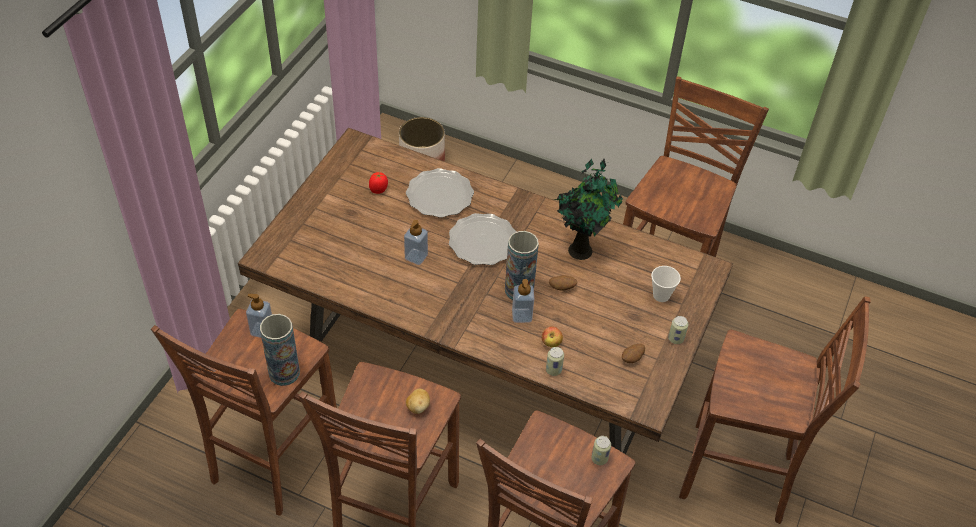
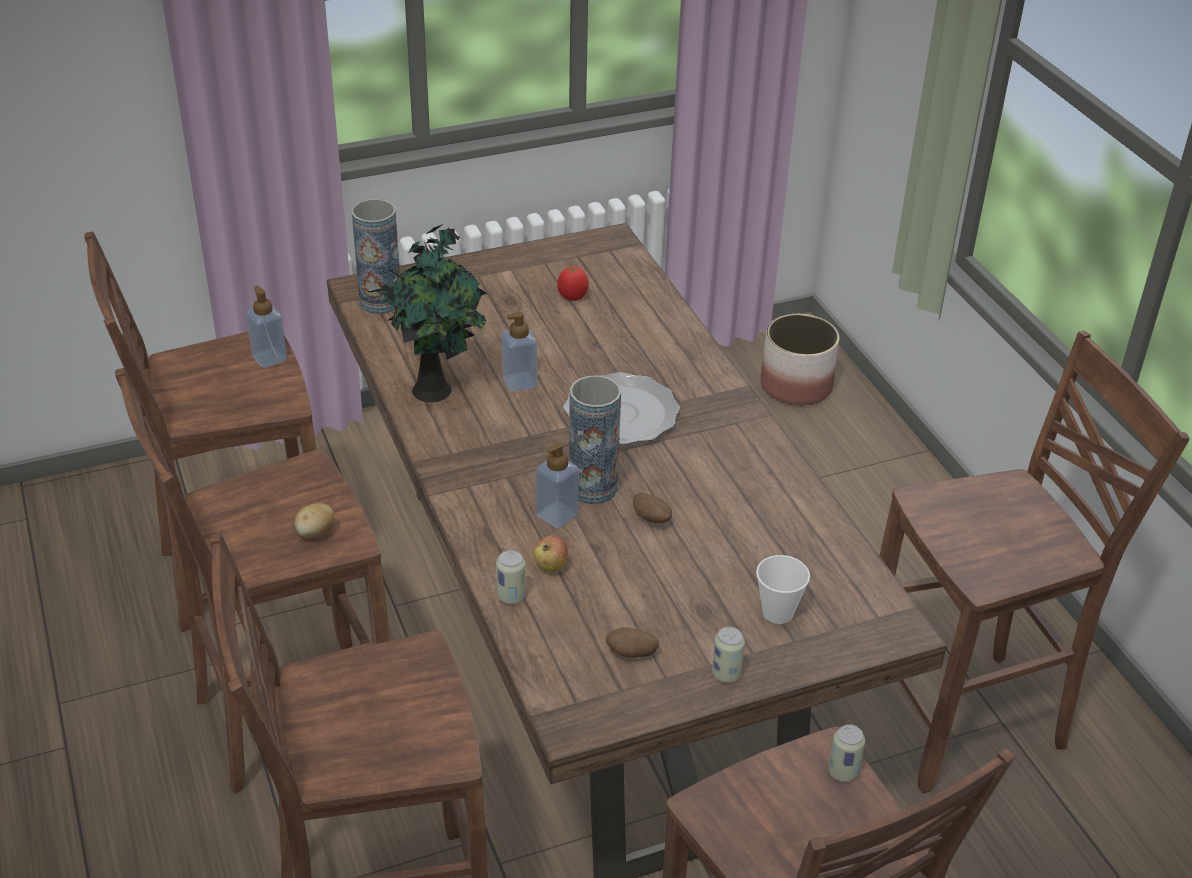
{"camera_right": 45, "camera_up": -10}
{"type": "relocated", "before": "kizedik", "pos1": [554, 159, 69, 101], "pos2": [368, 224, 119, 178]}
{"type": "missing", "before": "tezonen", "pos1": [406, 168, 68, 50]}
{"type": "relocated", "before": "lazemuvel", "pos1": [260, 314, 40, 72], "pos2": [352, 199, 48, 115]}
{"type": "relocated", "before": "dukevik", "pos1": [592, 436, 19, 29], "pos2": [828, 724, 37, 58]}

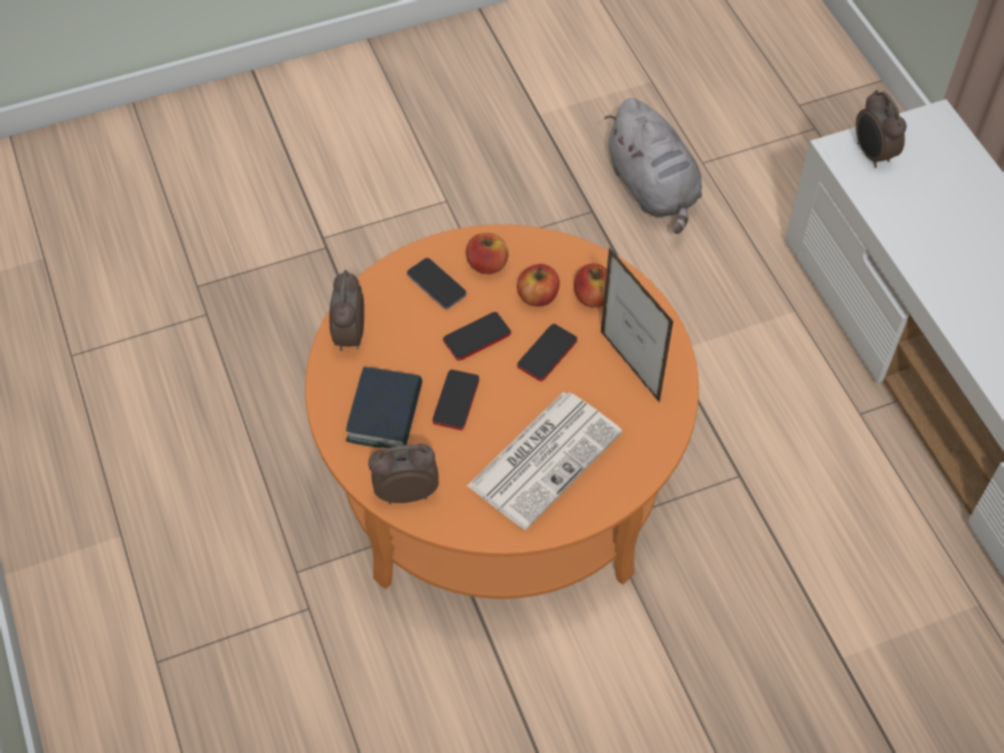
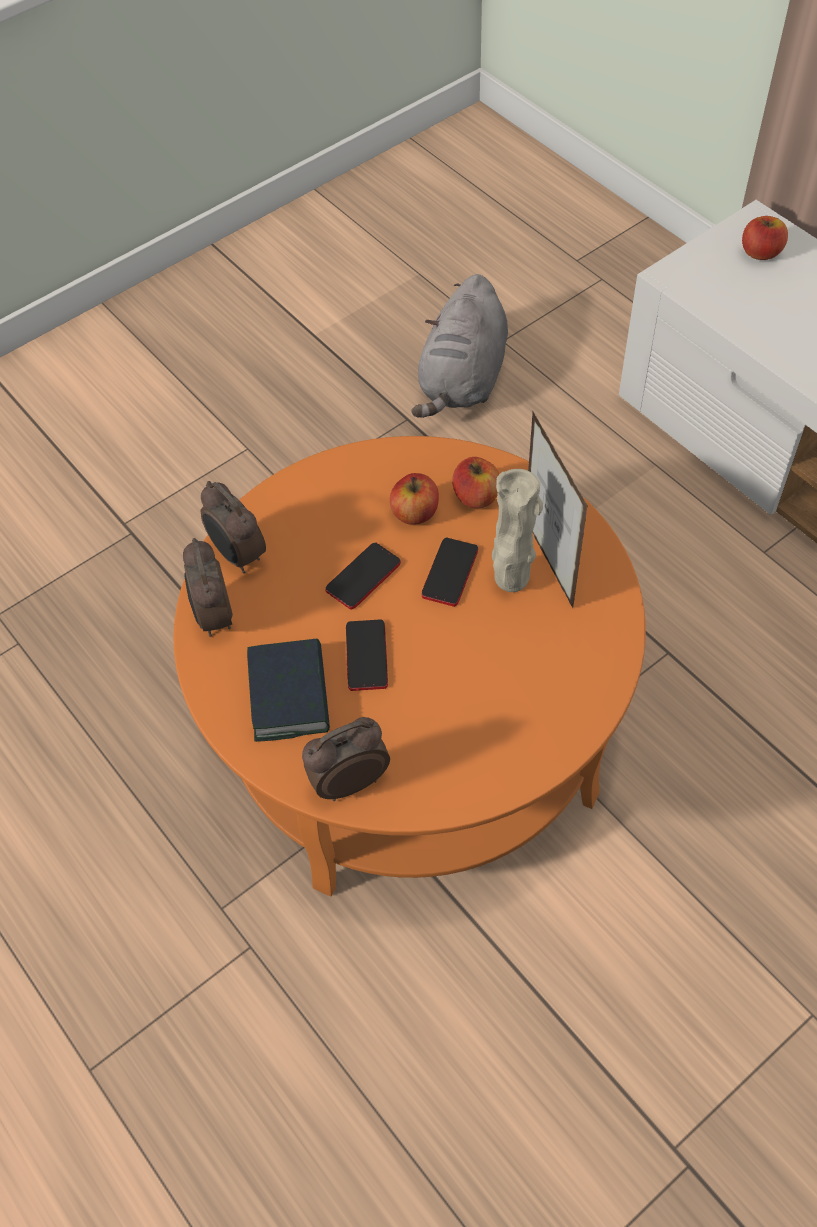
{"camera_right": -15, "camera_up": 0}
{"type": "relocated", "before": "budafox", "pos1": [856, 90, 50, 78], "pos2": [201, 481, 65, 92]}
{"type": "spun", "before": "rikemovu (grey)", "pos1": [604, 98, 98, 136], "pos2": [411, 274, 97, 144], "turn": 60}
{"type": "relocated", "before": "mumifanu", "pos1": [466, 233, 42, 41], "pos2": [742, 216, 46, 44]}
{"type": "spun", "before": "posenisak", "pos1": [601, 247, 73, 156], "pos2": [528, 410, 60, 198], "turn": -150}
{"type": "missing", "before": "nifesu", "pos1": [407, 258, 60, 51]}
{"type": "missing", "before": "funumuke", "pos1": [467, 392, 155, 138]}
{"type": "appeared", "after": "lazemuvel (beige)", "pos2": [492, 469, 51, 123]}

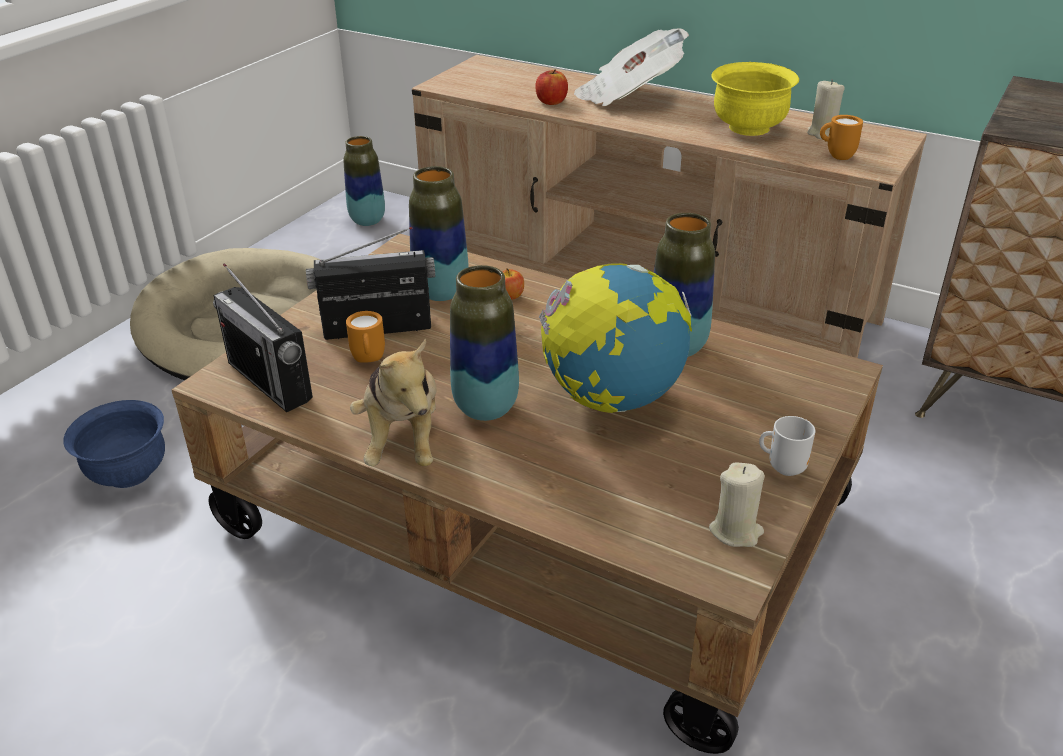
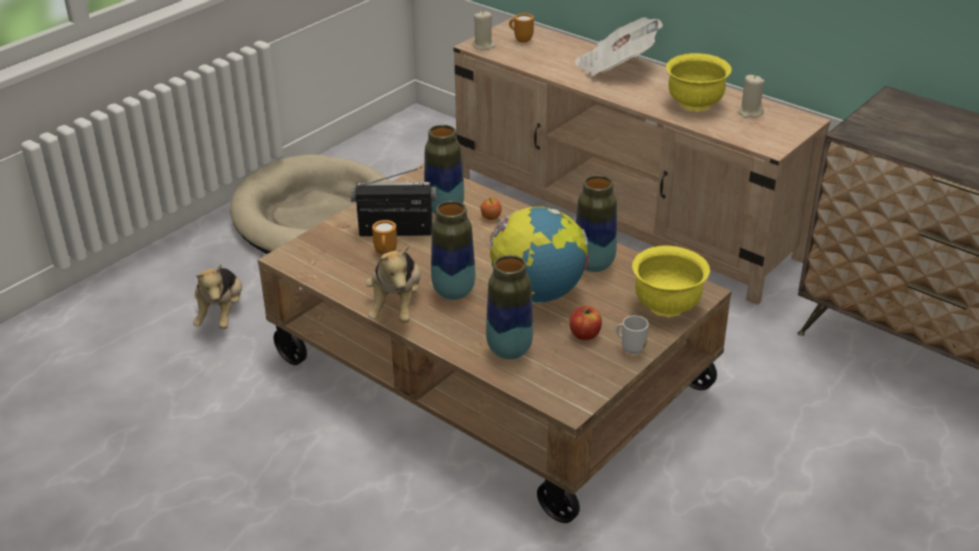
{"camera_right": 10, "camera_up": 0}
{"type": "relocated", "before": "mumifanu", "pos1": [535, 70, 33, 35], "pos2": [570, 306, 32, 34]}
{"type": "relocated", "before": "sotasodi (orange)", "pos1": [820, 115, 43, 45], "pos2": [509, 13, 25, 30]}
{"type": "relocated", "before": "lazemuvel", "pos1": [344, 136, 41, 90], "pos2": [486, 255, 47, 104]}
{"type": "missing", "before": "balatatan", "pos1": [213, 263, 100, 149]}
{"type": "exchanged", "before": "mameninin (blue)", "after": "rikemovu", "pos1": [63, 400, 102, 88], "pos2": [193, 264, 49, 65]}
{"type": "relocated", "before": "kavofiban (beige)", "pos1": [709, 463, 56, 84], "pos2": [472, 11, 24, 39]}
{"type": "appeared", "after": "mameninin (yellow)", "pos2": [632, 246, 78, 71]}

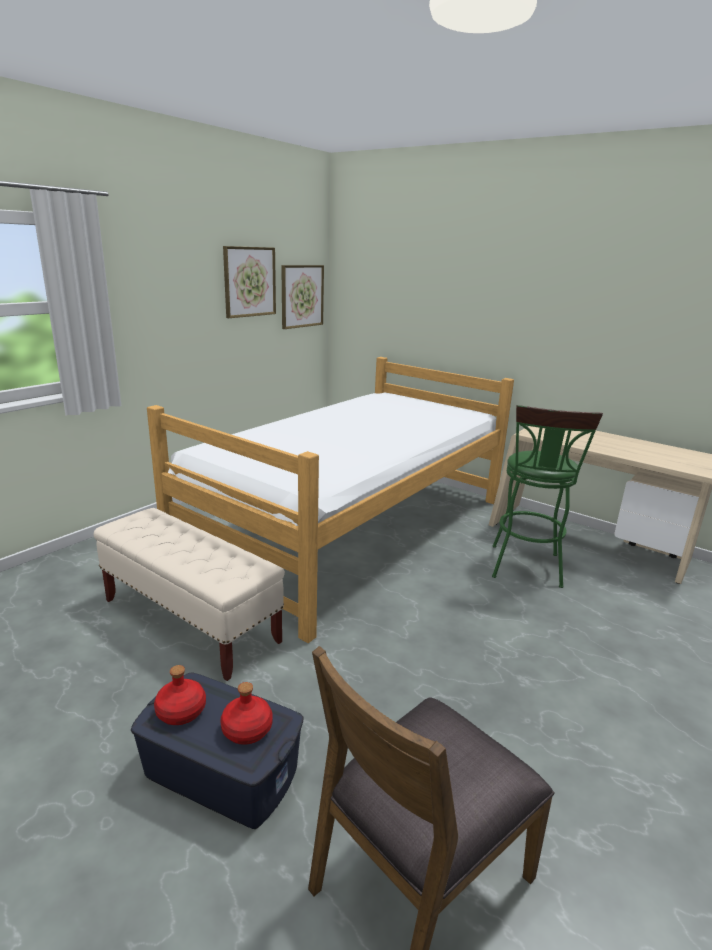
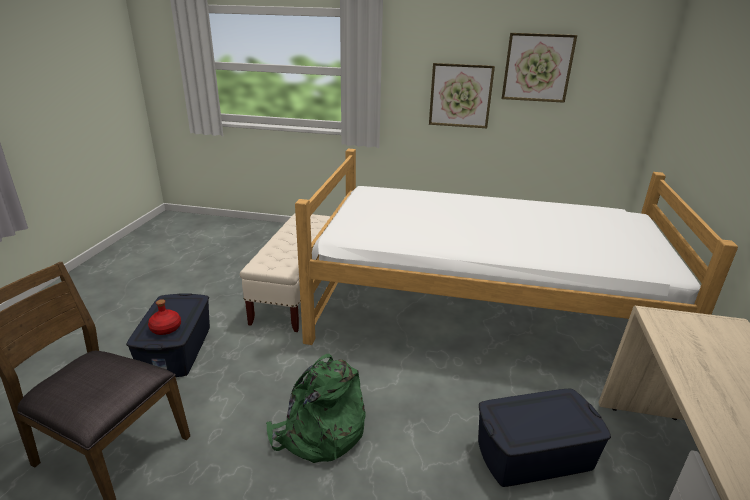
{"camera_right": 65, "camera_up": 5}
{"type": "relocated", "before": "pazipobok", "pos1": [281, 265, 43, 64], "pos2": [429, 63, 66, 65]}
{"type": "exchanged", "before": "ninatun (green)", "after": "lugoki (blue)", "pos1": [492, 405, 111, 183], "pos2": [478, 388, 133, 99]}
{"type": "missing", "before": "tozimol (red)", "pos1": [154, 665, 52, 60]}
{"type": "appeared", "after": "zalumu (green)", "pos2": [266, 354, 99, 109]}

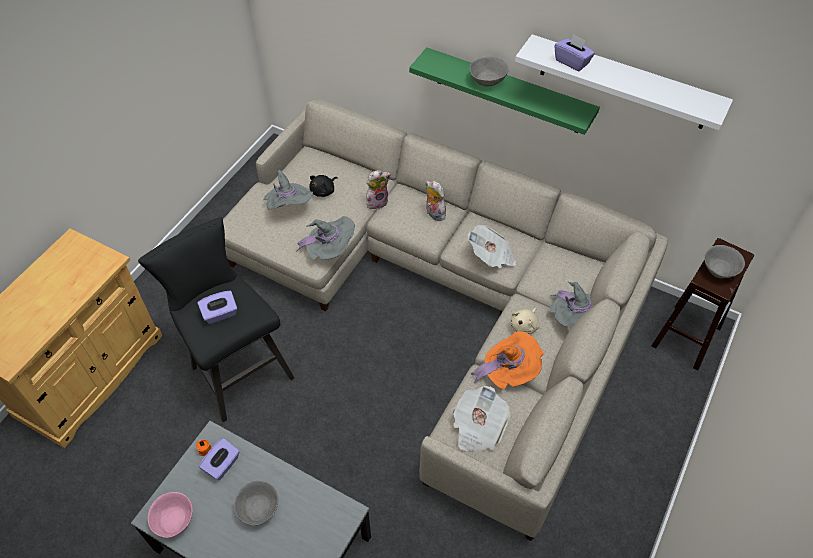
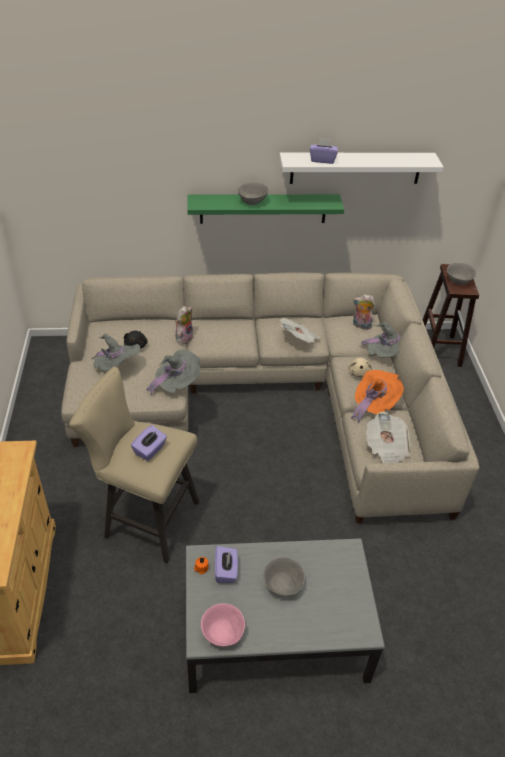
{"camera_right": -35, "camera_up": -10}
{"type": "relocated", "before": "rikemovu", "pos1": [426, 181, 20, 40], "pos2": [353, 294, 22, 35]}
{"type": "colour", "before": "ninatun (black)", "after": "ninatun (beige)", "pos1": [138, 217, 157, 205], "pos2": [69, 367, 130, 196]}

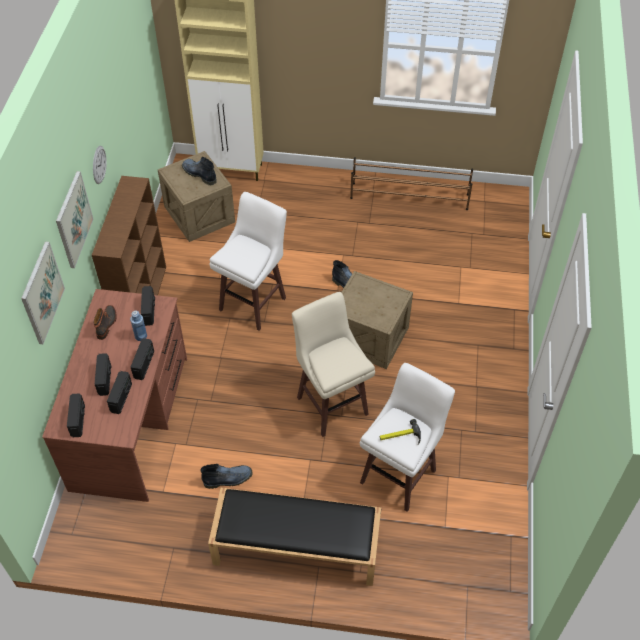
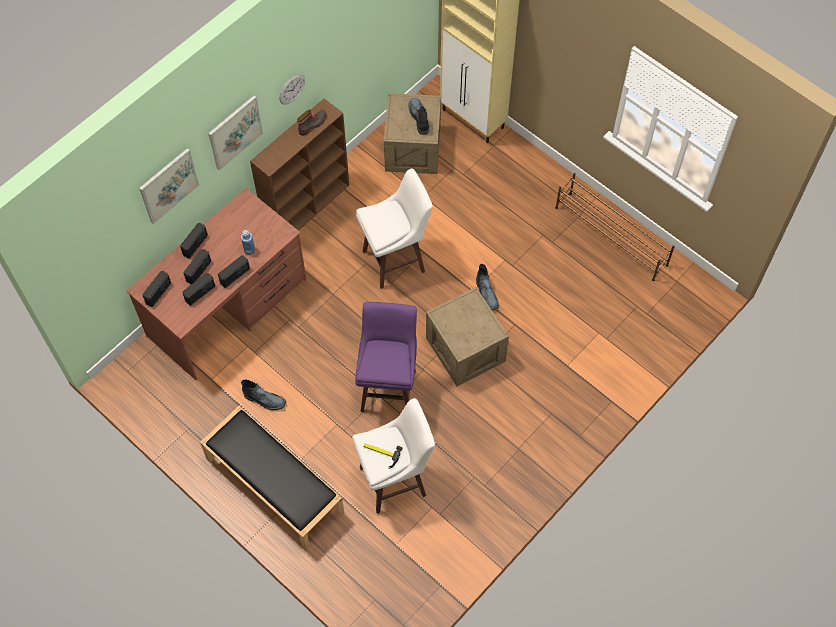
{"camera_right": 35, "camera_up": 10}
{"type": "relocated", "before": "balatatan", "pos1": [141, 286, 14, 40], "pos2": [180, 223, 28, 35]}
{"type": "colour", "before": "ninatun (beige)", "after": "ninatun (purple)", "pos1": [292, 292, 83, 145], "pos2": [355, 302, 62, 110]}
{"type": "relocated", "before": "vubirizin", "pos1": [93, 305, 24, 35], "pos2": [297, 109, 30, 27]}

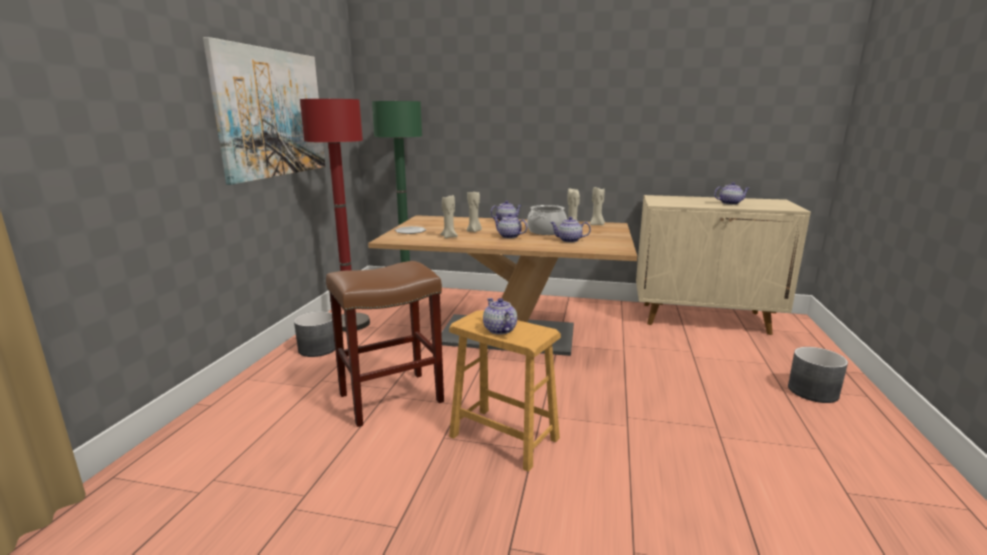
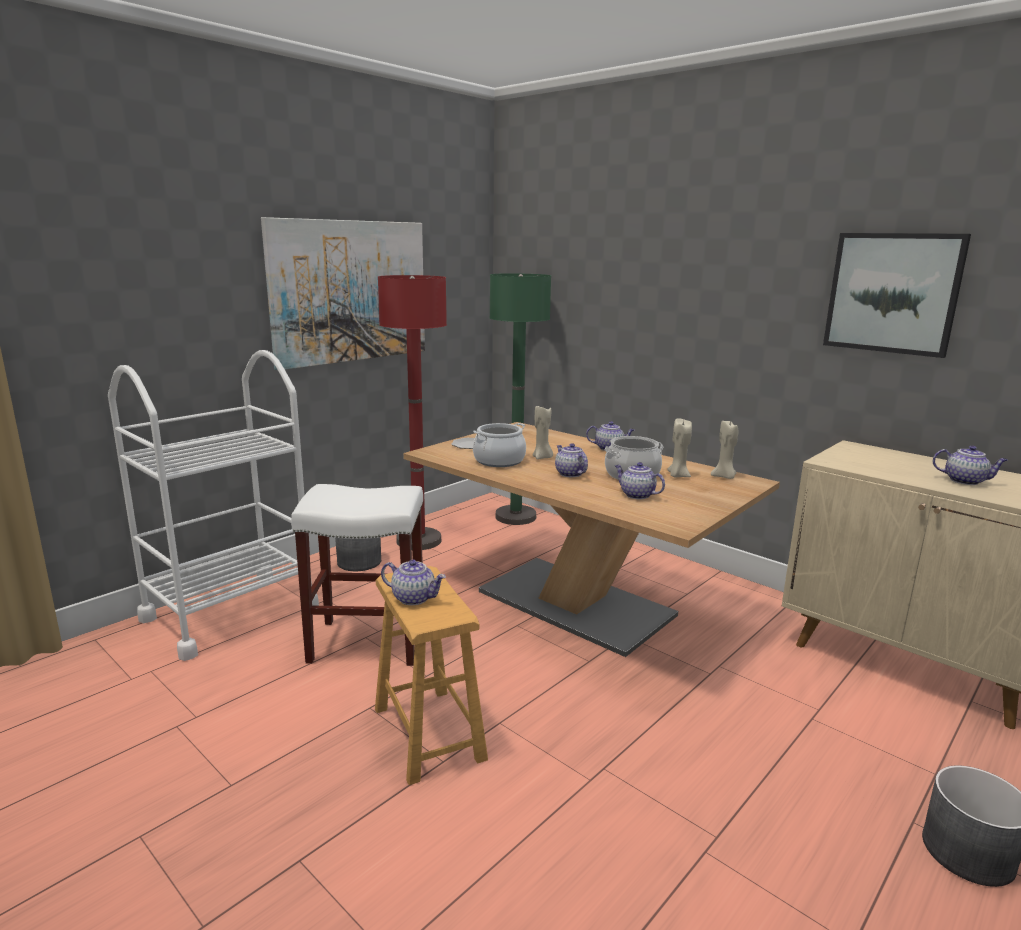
{"camera_right": 30, "camera_up": 0}
{"type": "exchanged", "before": "kavofiban (beige)", "after": "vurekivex", "pos1": [440, 195, 18, 43], "pos2": [473, 423, 53, 44]}
{"type": "colour", "before": "ninatun (brown)", "after": "ninatun (white)", "pos1": [326, 261, 118, 166], "pos2": [291, 484, 132, 182]}
{"type": "spun", "before": "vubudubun", "pos1": [483, 298, 34, 37], "pos2": [381, 560, 65, 45], "turn": 105}
{"type": "appeared", "after": "pazipobok", "pos2": [823, 233, 148, 125]}
{"type": "appeared", "after": "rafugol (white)", "pos2": [108, 350, 211, 311]}

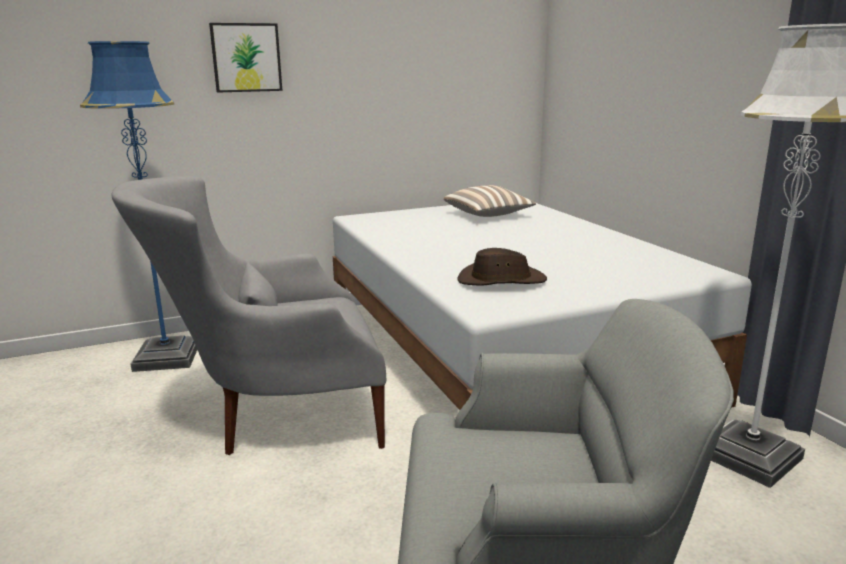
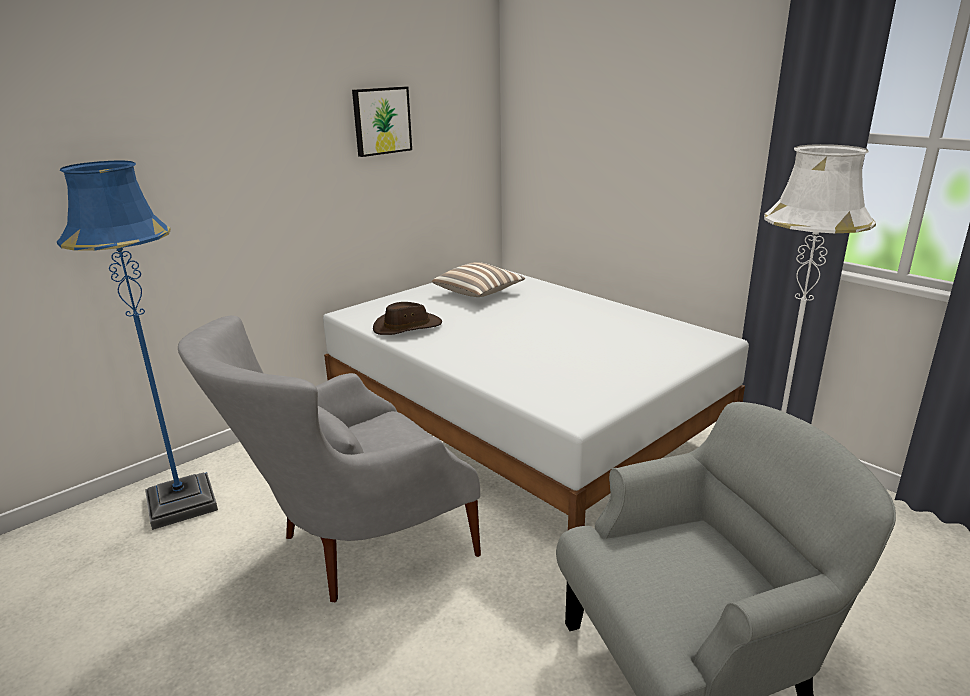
{"camera_right": -20, "camera_up": 5}
{"type": "relocated", "before": "pazipobok", "pos1": [209, 23, 73, 70], "pos2": [352, 86, 60, 71]}
{"type": "relocated", "before": "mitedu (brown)", "pos1": [457, 248, 90, 38], "pos2": [373, 302, 69, 33]}

